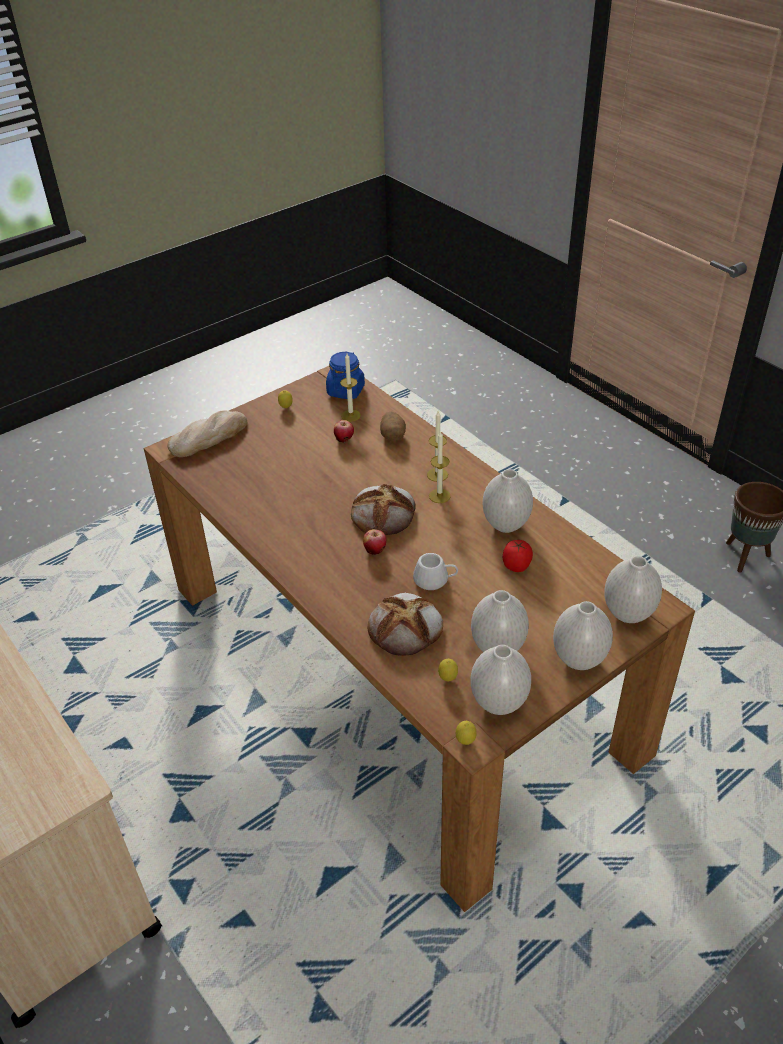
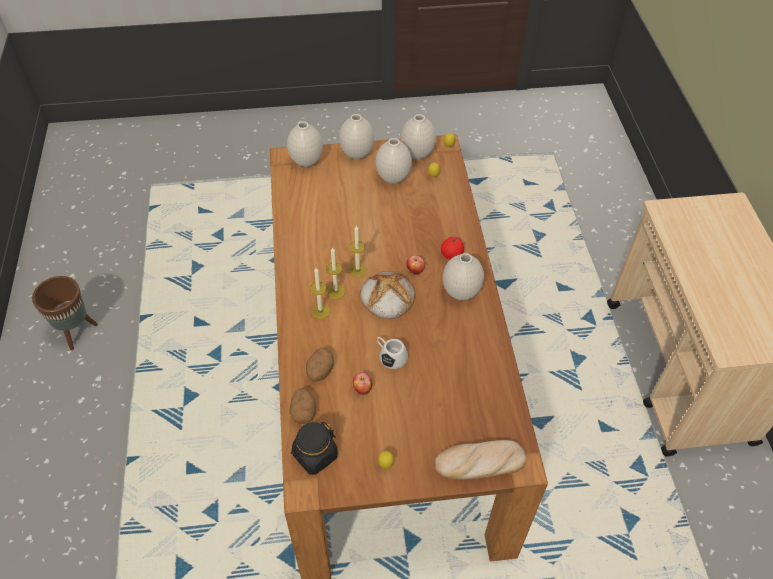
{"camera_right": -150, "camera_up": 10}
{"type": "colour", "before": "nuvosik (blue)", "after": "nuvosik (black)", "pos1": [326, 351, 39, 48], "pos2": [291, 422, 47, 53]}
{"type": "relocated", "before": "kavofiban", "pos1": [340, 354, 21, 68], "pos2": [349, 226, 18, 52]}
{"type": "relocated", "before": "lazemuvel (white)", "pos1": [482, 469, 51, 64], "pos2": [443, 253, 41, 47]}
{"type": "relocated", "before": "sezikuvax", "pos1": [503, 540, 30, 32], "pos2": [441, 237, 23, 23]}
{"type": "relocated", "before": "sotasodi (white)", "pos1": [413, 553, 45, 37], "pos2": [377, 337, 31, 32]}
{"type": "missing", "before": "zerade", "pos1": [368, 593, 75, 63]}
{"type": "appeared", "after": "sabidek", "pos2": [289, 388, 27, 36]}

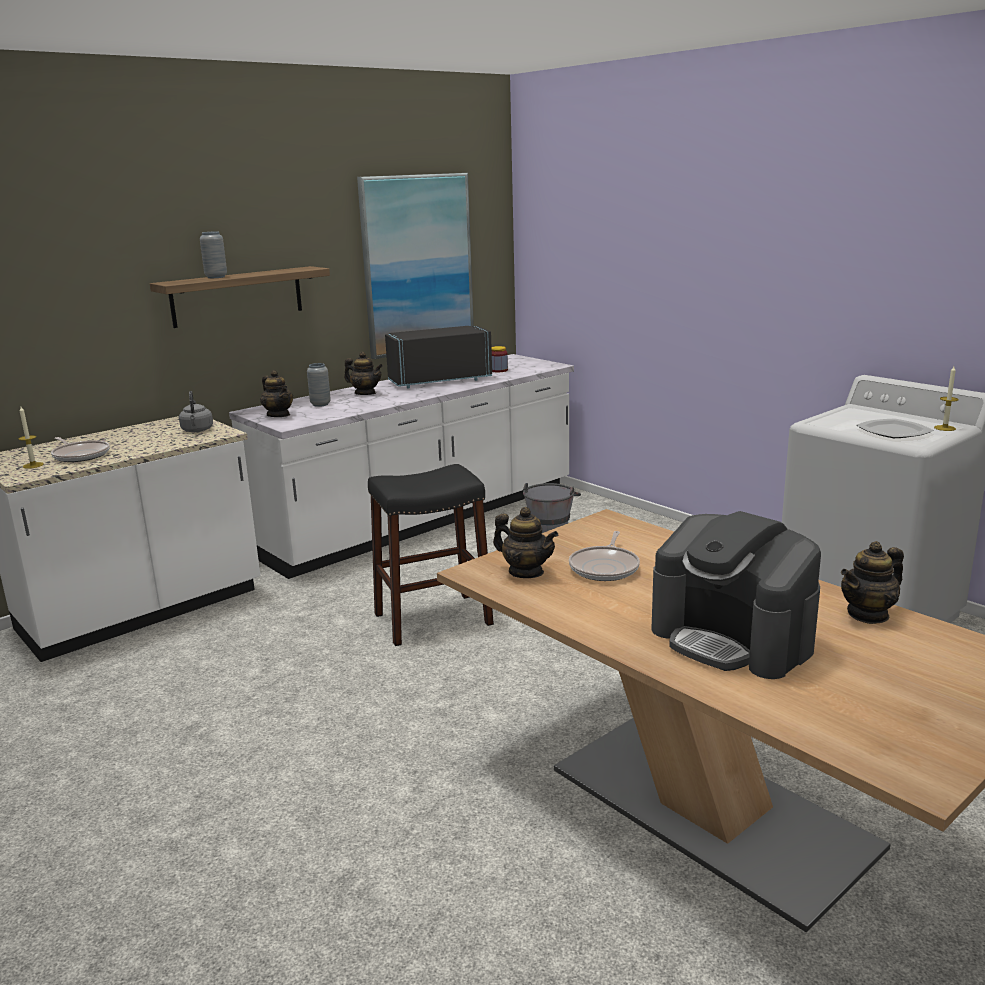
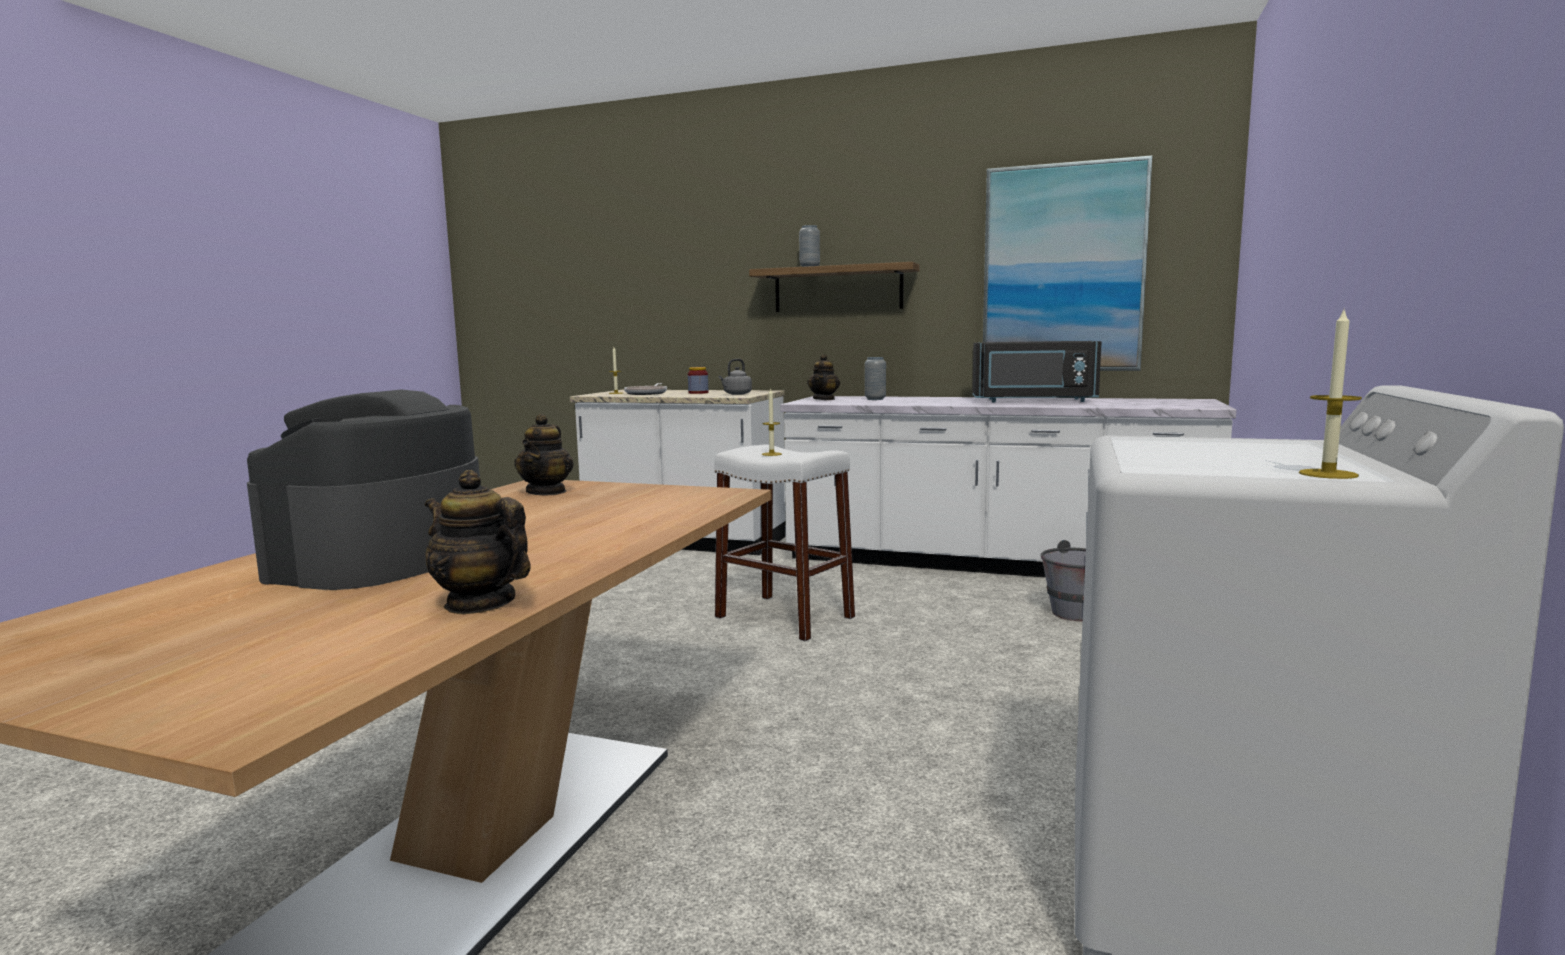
{"camera_right": 60, "camera_up": -10}
{"type": "spun", "before": "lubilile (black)", "pos1": [385, 326, 107, 63], "pos2": [972, 341, 130, 61], "turn": 150}
{"type": "relocated", "before": "nuvosik", "pos1": [492, 346, 16, 26], "pos2": [688, 367, 20, 27]}
{"type": "missing", "before": "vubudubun", "pos1": [344, 352, 39, 43]}
{"type": "missing", "before": "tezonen", "pos1": [856, 418, 78, 20]}
{"type": "colour", "before": "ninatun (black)", "after": "ninatun (white)", "pos1": [368, 464, 126, 182], "pos2": [714, 445, 141, 196]}
{"type": "missing", "before": "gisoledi", "pos1": [569, 531, 71, 50]}
{"type": "appeared", "after": "kavofiban", "pos2": [762, 388, 20, 68]}

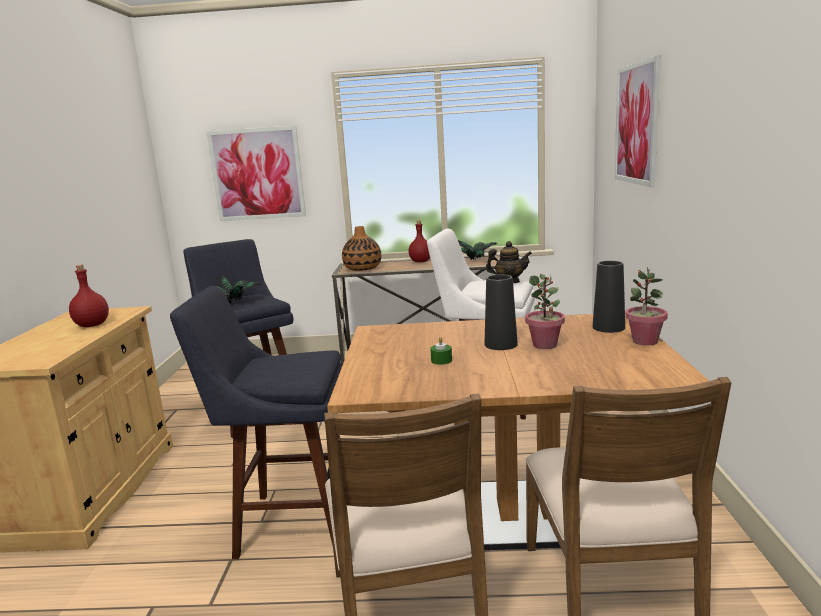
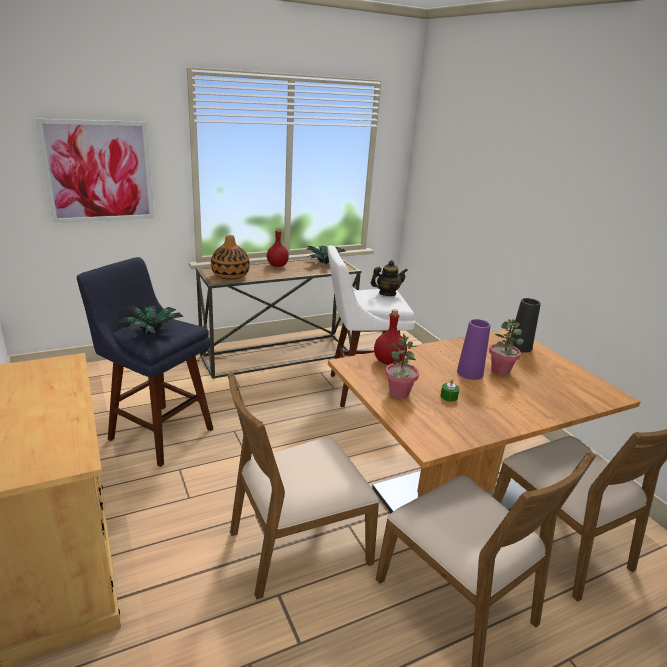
{"camera_right": -30, "camera_up": 10}
{"type": "missing", "before": "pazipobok", "pos1": [614, 55, 46, 132]}
{"type": "relocated", "before": "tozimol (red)", "pos1": [69, 265, 40, 62], "pos2": [374, 309, 33, 56]}
{"type": "relocated", "before": "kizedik", "pos1": [625, 268, 43, 78], "pos2": [385, 334, 34, 65]}
{"type": "colour", "before": "lazemuvel (black)", "after": "lazemuvel (purple)", "pos1": [485, 274, 33, 76], "pos2": [457, 319, 34, 61]}
{"type": "exchanged", "before": "ninatun (blue)", "after": "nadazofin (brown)", "pos1": [170, 286, 173, 273], "pos2": [227, 372, 152, 228]}

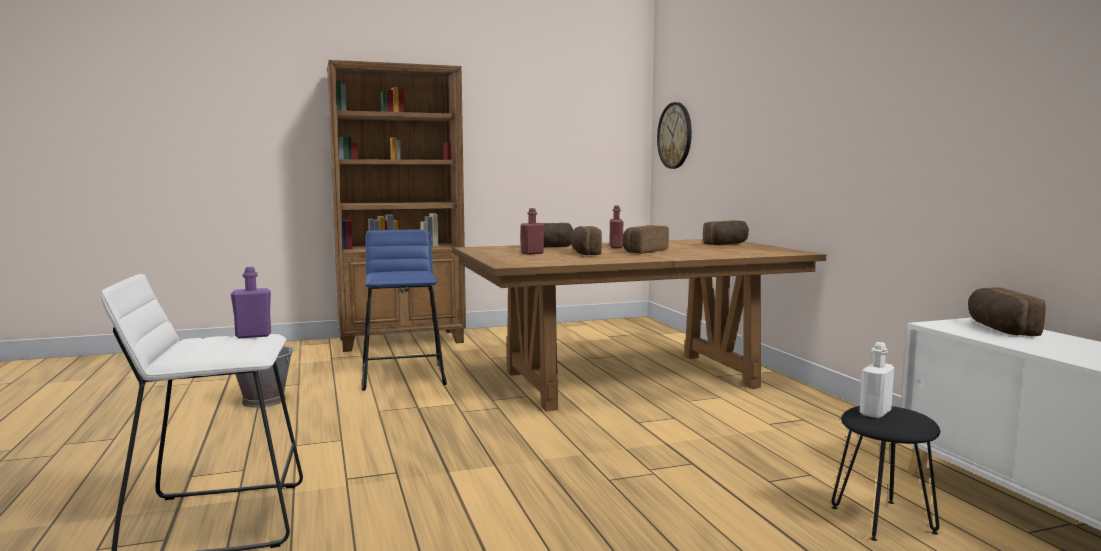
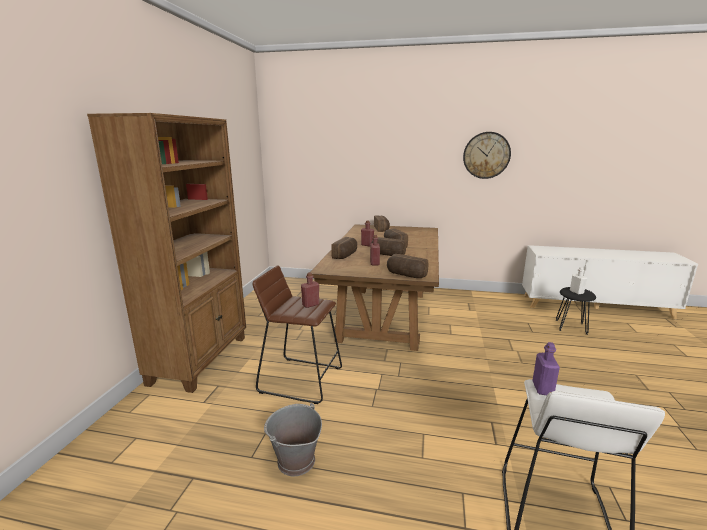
{"camera_right": -60, "camera_up": 10}
{"type": "relocated", "before": "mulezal", "pos1": [657, 102, 35, 67], "pos2": [463, 132, 48, 47]}
{"type": "colour", "before": "ninatun (blue)", "after": "ninatun (brown)", "pos1": [361, 230, 86, 161], "pos2": [253, 265, 89, 139]}
{"type": "relocated", "before": "zerade", "pos1": [968, 287, 78, 49], "pos2": [387, 254, 41, 24]}
{"type": "appeared", "after": "tozimol (red)", "pos2": [301, 272, 18, 36]}

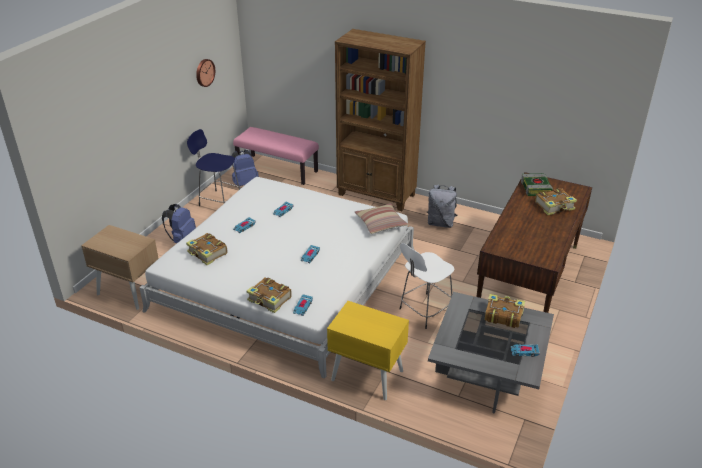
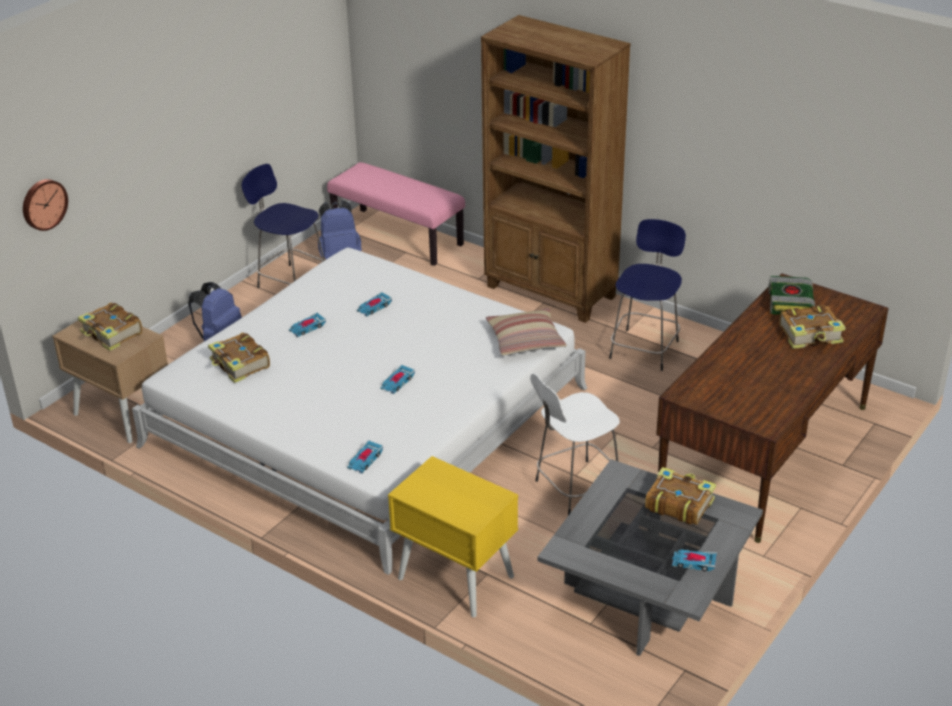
{"camera_right": 10, "camera_up": 0}
{"type": "relocated", "before": "mulezal", "pos1": [196, 59, 19, 28], "pos2": [23, 179, 45, 52]}
{"type": "exchanged", "before": "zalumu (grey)", "after": "ninatun (blue)", "pos1": [427, 184, 30, 44], "pos2": [609, 219, 77, 152]}
{"type": "relocated", "before": "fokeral", "pos1": [246, 277, 46, 36], "pos2": [78, 303, 64, 48]}

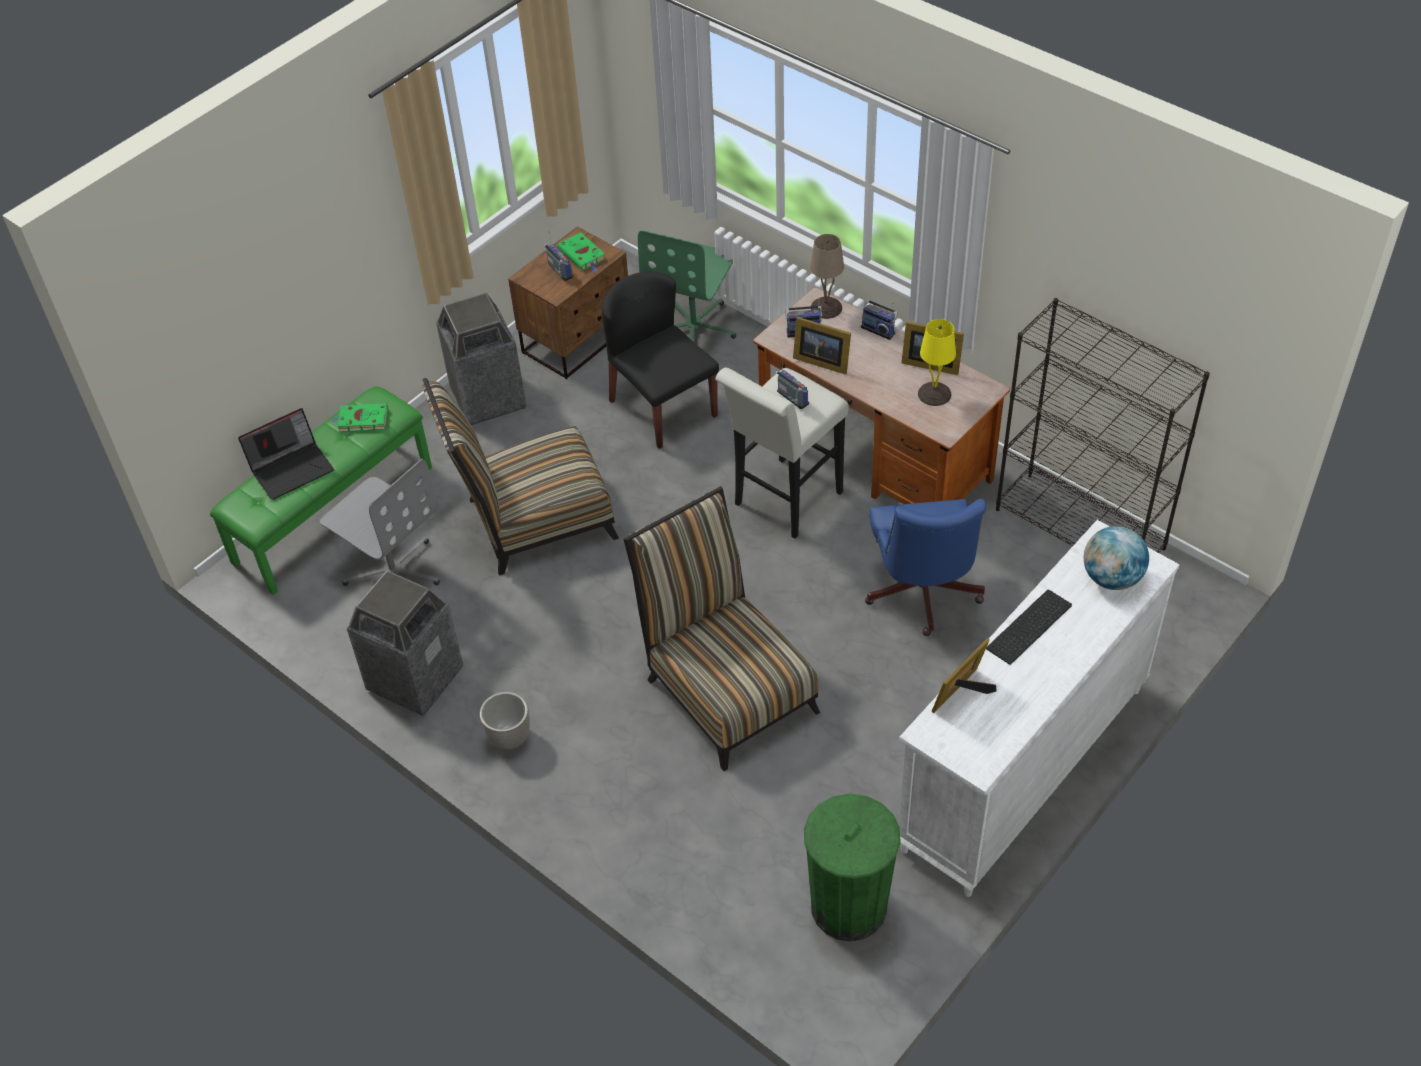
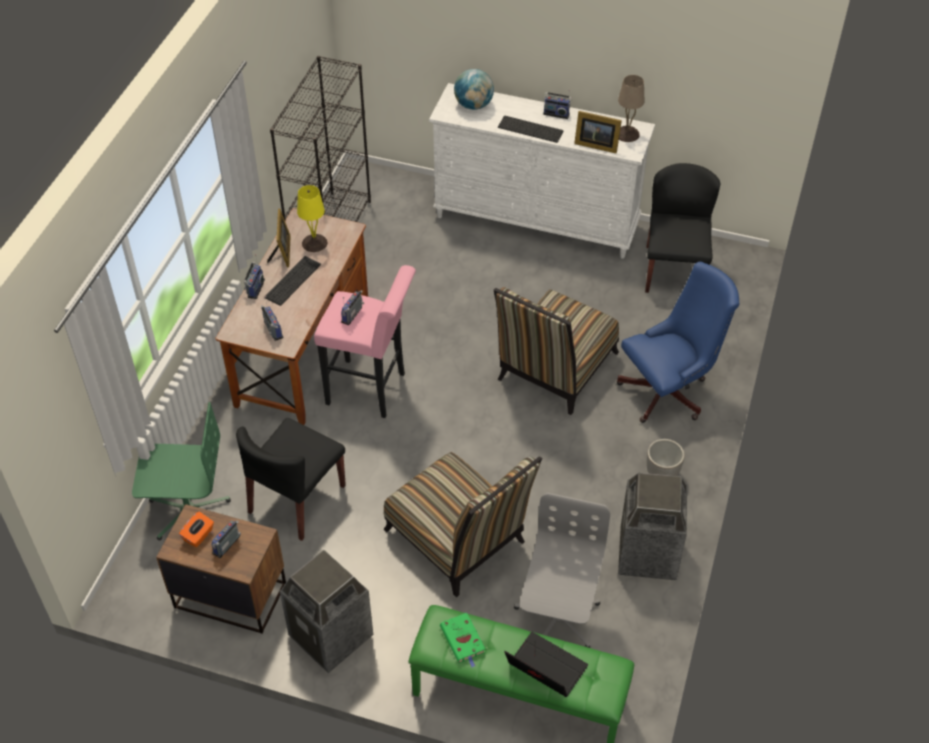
{"camera_right": -115, "camera_up": 0}
{"type": "exchanged", "before": "fokeral (green)", "after": "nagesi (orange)", "pos1": [557, 232, 48, 40], "pos2": [179, 511, 35, 36]}
{"type": "relocated", "before": "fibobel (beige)", "pos1": [810, 234, 34, 85], "pos2": [618, 75, 26, 67]}
{"type": "missing", "before": "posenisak", "pos1": [793, 317, 58, 58]}
{"type": "colour", "before": "ninatun (white)", "after": "ninatun (pink)", "pos1": [715, 367, 134, 172], "pos2": [314, 265, 102, 153]}
{"type": "relocated", "before": "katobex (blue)", "pos1": [865, 499, 121, 137], "pos2": [617, 262, 123, 161]}
{"type": "exchanged", "before": "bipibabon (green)", "after": "nadazofin (black)", "pos1": [804, 794, 97, 148], "pos2": [645, 163, 75, 130]}
{"type": "appeared", "after": "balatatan", "pos2": [543, 89, 29, 30]}
{"type": "appeared", "after": "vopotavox", "pos2": [264, 256, 57, 50]}

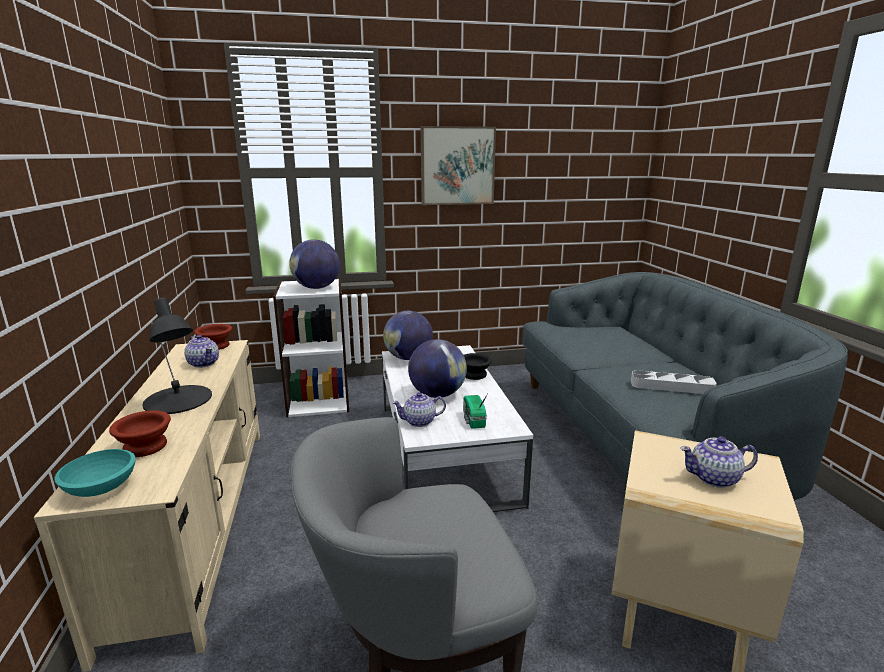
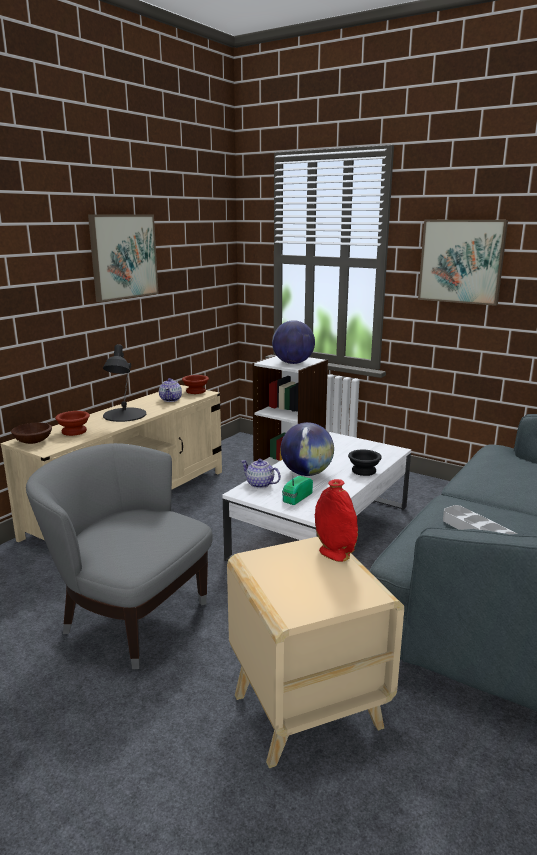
{"camera_right": 45, "camera_up": 0}
{"type": "missing", "before": "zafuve", "pos1": [383, 311, 50, 49]}
{"type": "missing", "before": "vubudubun", "pos1": [680, 437, 78, 51]}
{"type": "colour", "before": "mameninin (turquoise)", "after": "mameninin (brown)", "pos1": [54, 449, 82, 48], "pos2": [11, 423, 41, 21]}
{"type": "appeared", "after": "pazipobok", "pos2": [88, 215, 71, 87]}
{"type": "appeared", "after": "lazemuvel (red)", "pos2": [315, 479, 43, 83]}

